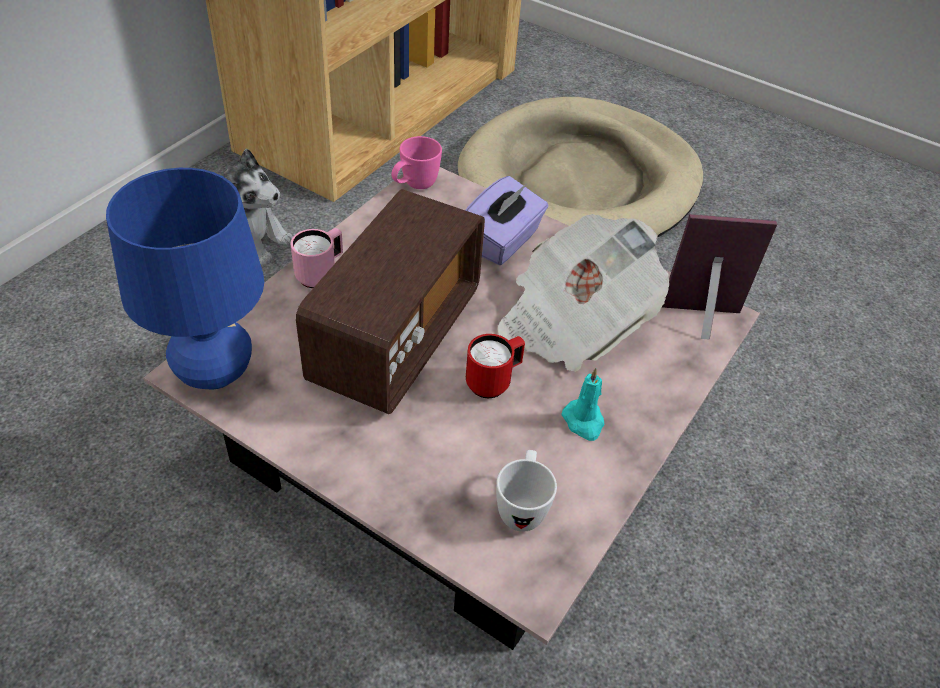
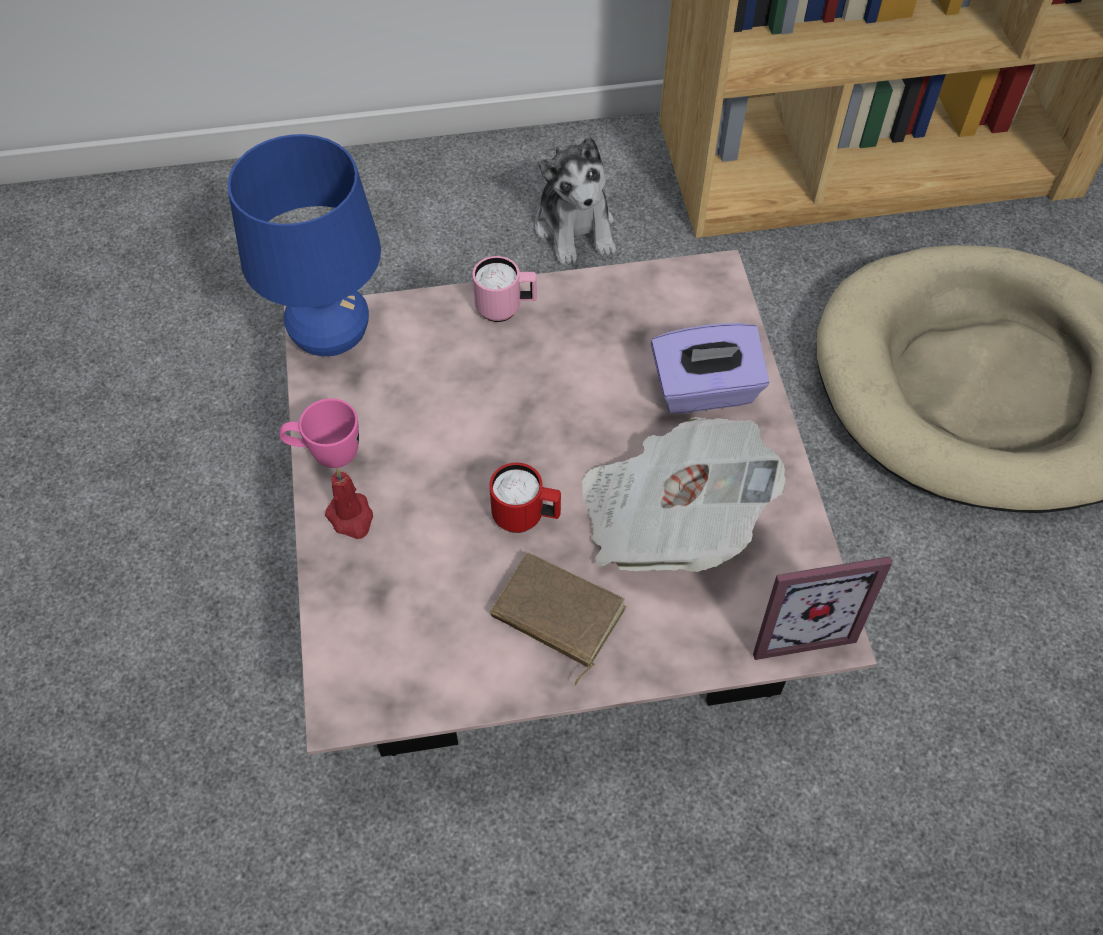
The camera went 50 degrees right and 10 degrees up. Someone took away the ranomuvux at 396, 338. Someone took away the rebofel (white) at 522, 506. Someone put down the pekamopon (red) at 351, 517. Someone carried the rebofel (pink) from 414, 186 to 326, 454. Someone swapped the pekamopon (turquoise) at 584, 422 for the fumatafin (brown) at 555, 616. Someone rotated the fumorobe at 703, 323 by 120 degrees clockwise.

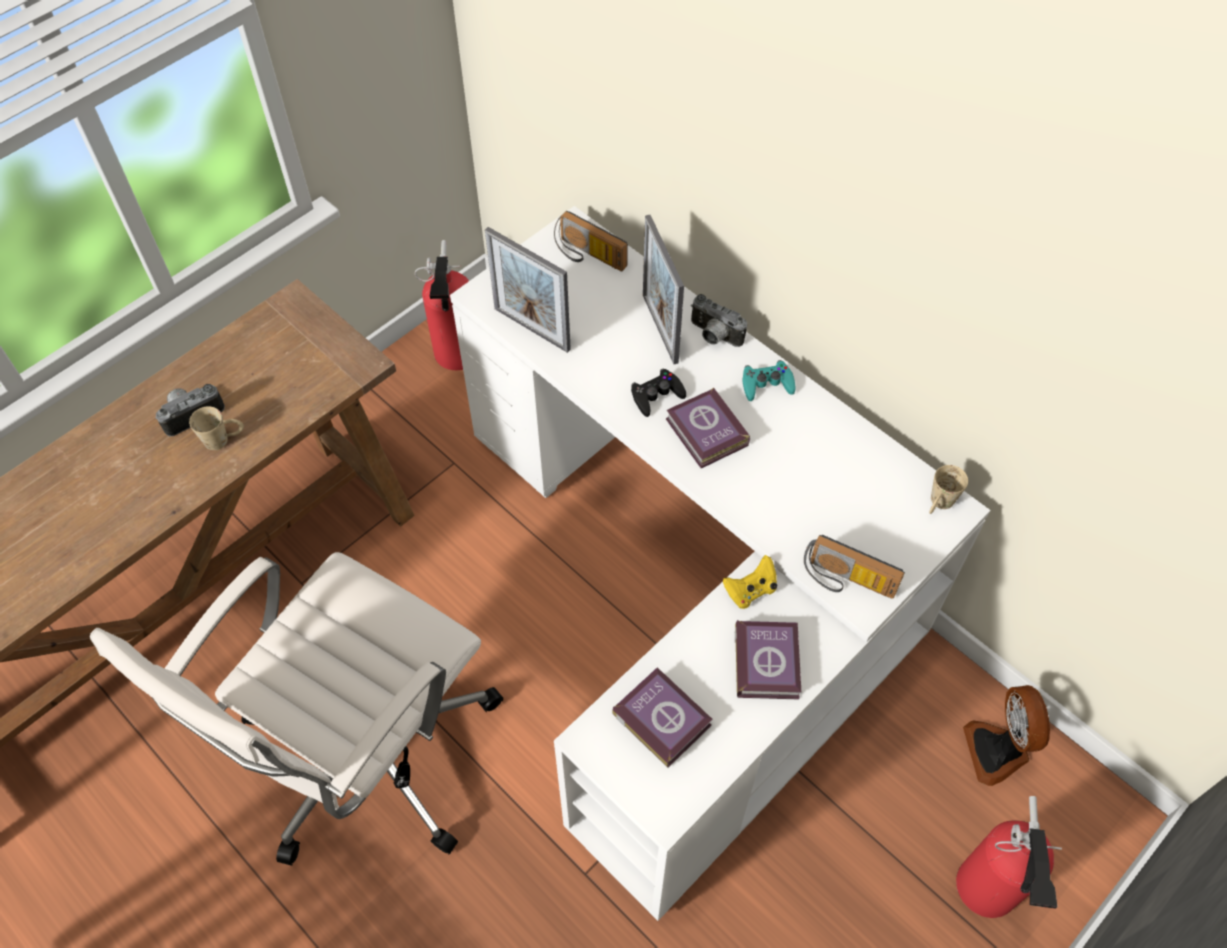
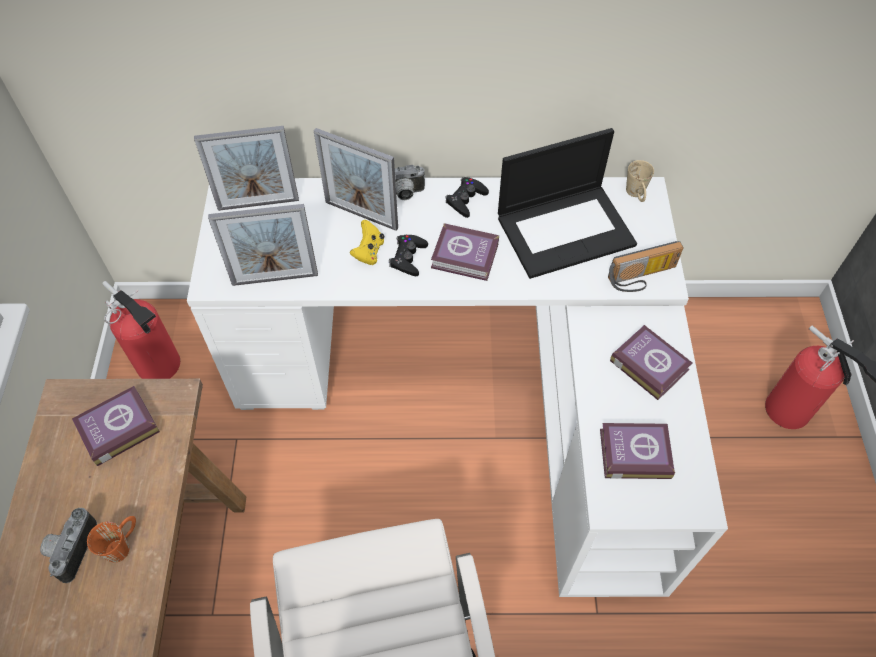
The camera went 45 degrees left and 0 degrees up. Someone took away the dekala at 998, 751. Someone put down the fumatafin at 116, 428. Someone put down the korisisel at 566, 229. Someone carried the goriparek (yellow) from 750, 591 to 369, 252. Someone swapped the ranomuvux at 587, 256 for the fumorobe at 258, 204. Someone repainted the rebofel (beige) at 224, 439, which became the rebofel (orange) at 123, 543. Someone repainted the goriparek (turquoise) at 766, 384, which became the goriparek (black) at 466, 200.

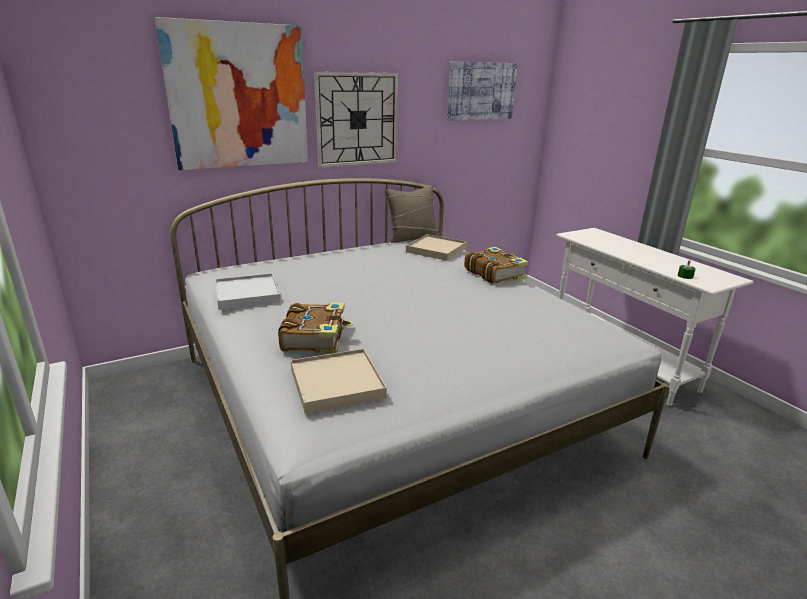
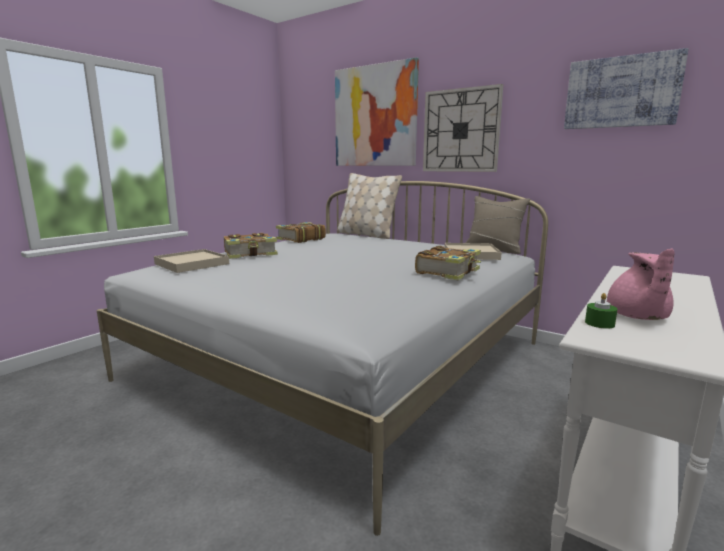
The camera went 65 degrees right and 10 degrees down. Someone put down the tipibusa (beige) at 366, 235. Someone put down the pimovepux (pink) at 637, 317. Someone swapped the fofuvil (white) at 247, 294 for the fumatafin at 300, 239.

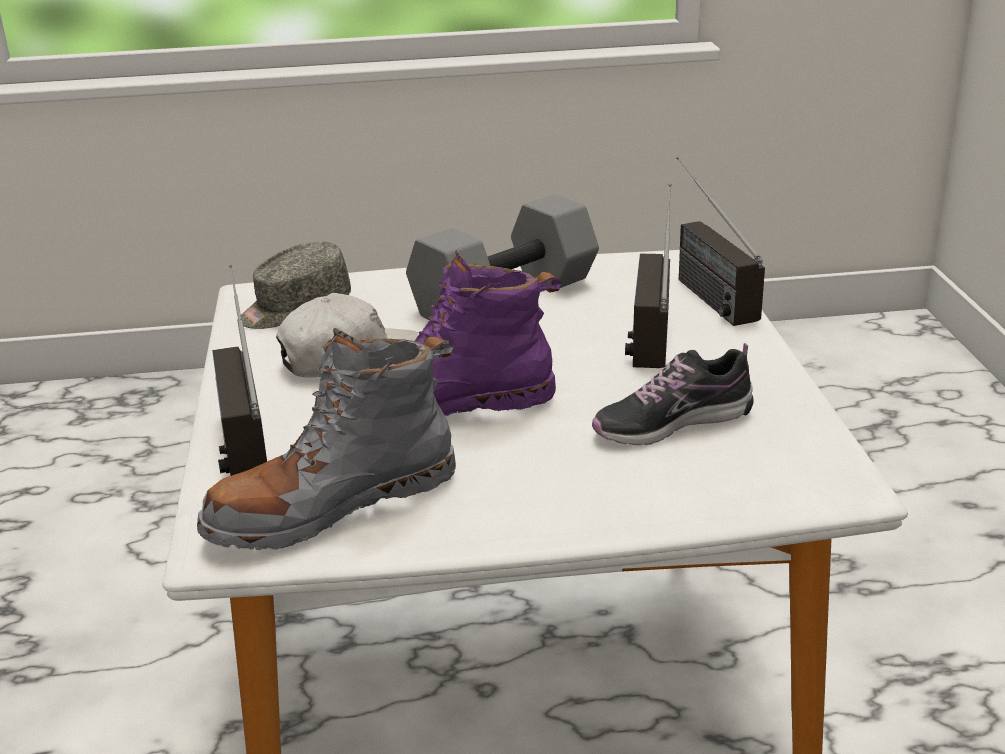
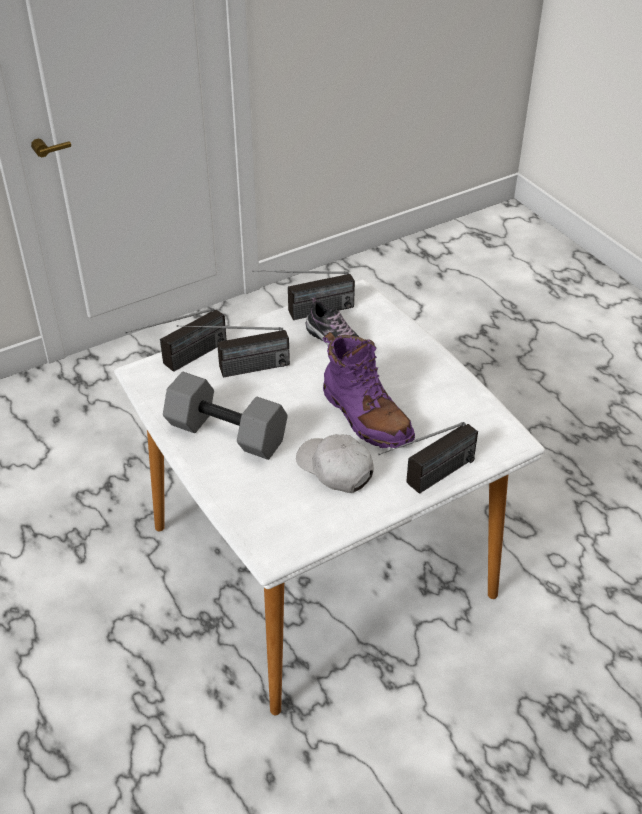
The camera went 115 degrees left and 15 degrees up. Someone took away the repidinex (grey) at 333, 506. Someone took away the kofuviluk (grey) at 294, 309. Someone put down the ranomuvux at 305, 313.

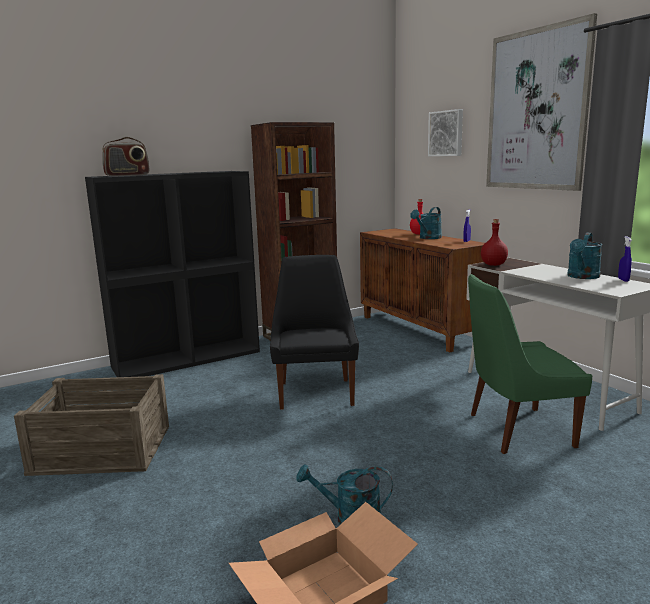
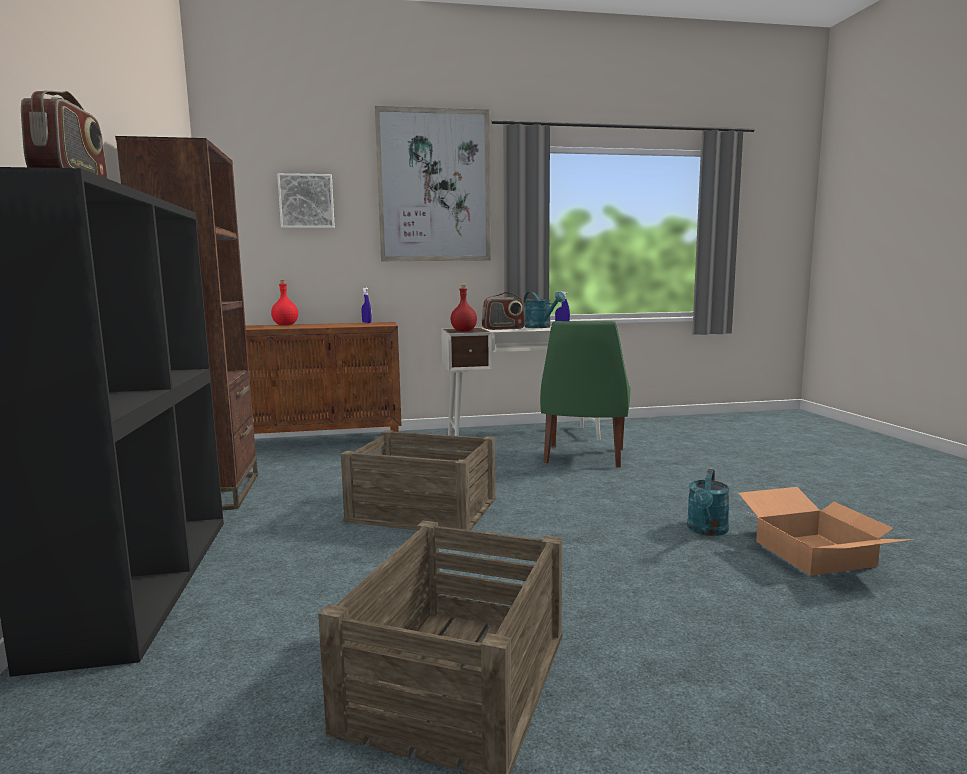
The camera went 70 degrees left and 5 degrees down. Someone took away the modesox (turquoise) at 428, 238. Someone put down the ranomuvux at 503, 329. Someone swapped the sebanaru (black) at 315, 392 for the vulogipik at 422, 509.

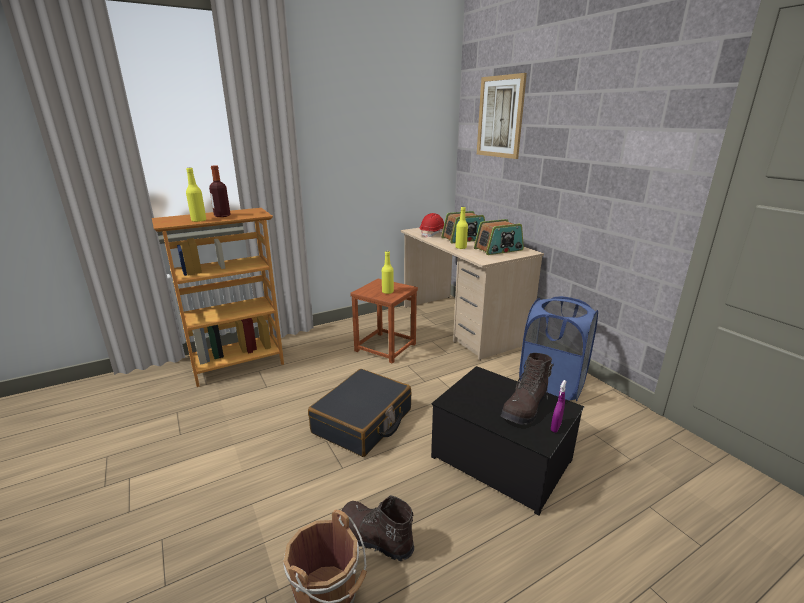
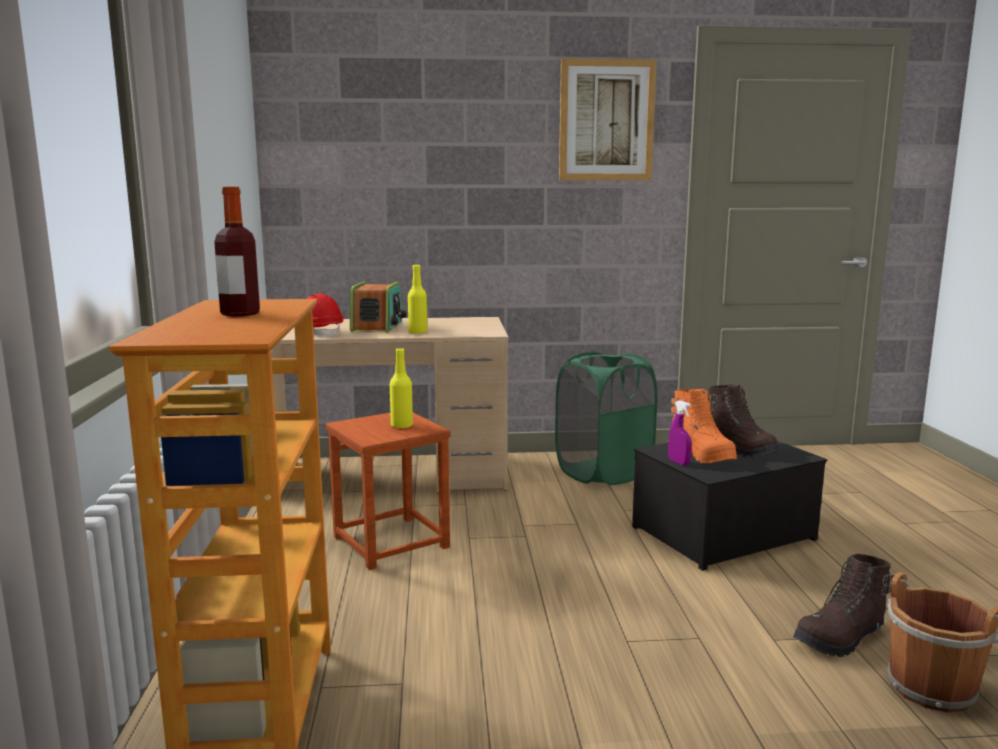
The camera went 65 degrees left and 10 degrees down. Someone took away the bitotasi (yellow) at 199, 220. Someone took away the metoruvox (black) at 363, 422. Someone took away the ranomuvux at 498, 249. Someone put down the repidinex (orange) at 702, 453. Someone carried the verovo from 500, 117 to 606, 120. Someone carried the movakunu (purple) from 555, 427 to 678, 463. Someone repainted the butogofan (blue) at 551, 386, which became the butogofan (green) at 603, 472.

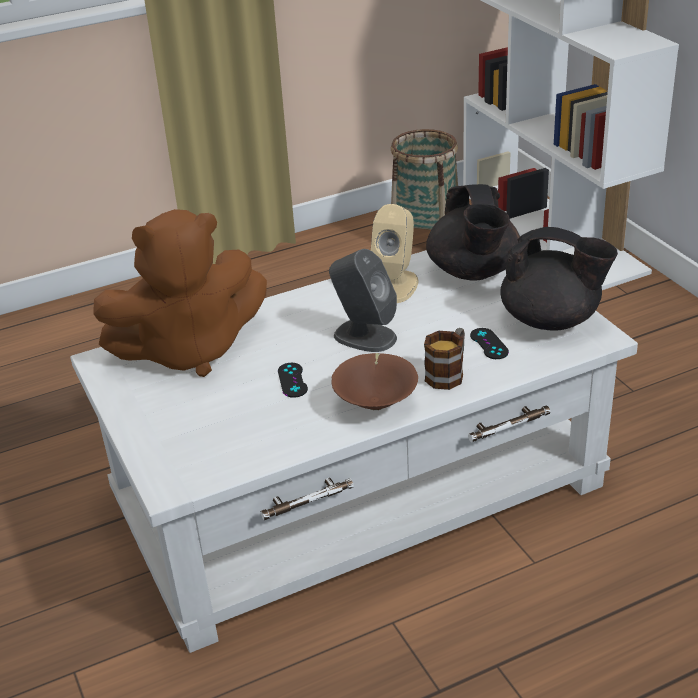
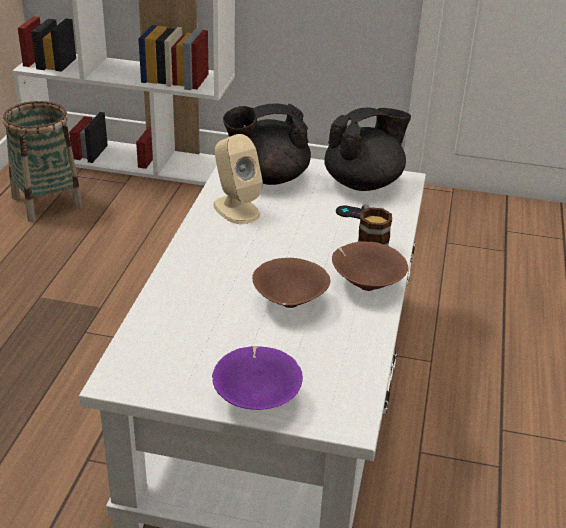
The camera went 55 degrees left and 0 degrees up. Someone took away the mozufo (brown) at 189, 350. Someone took away the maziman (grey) at 364, 336. Someone put down the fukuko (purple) at 257, 399. Someone swapped the goriparek (black) at 292, 380 for the fukuko (brown) at 289, 304. Someone rotated the pimovepux (black) at 474, 272 by 135 degrees clockwise.

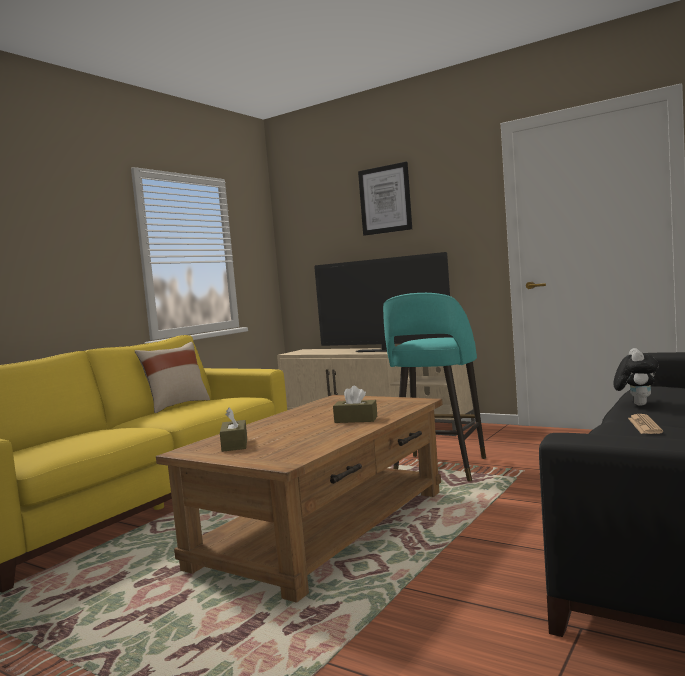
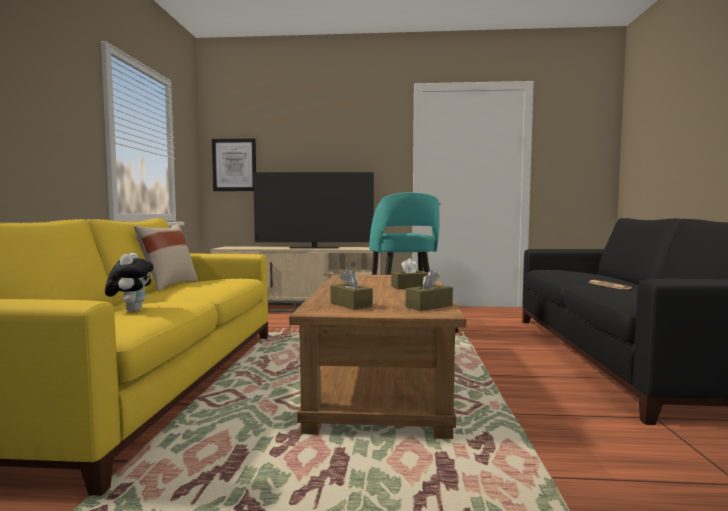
The camera went 30 degrees left and 0 degrees up. Someone put down the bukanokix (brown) at 429, 306. Someone carried the verovo from 385, 199 to 234, 165. Someone carried the mozufo from 636, 404 to 131, 310.

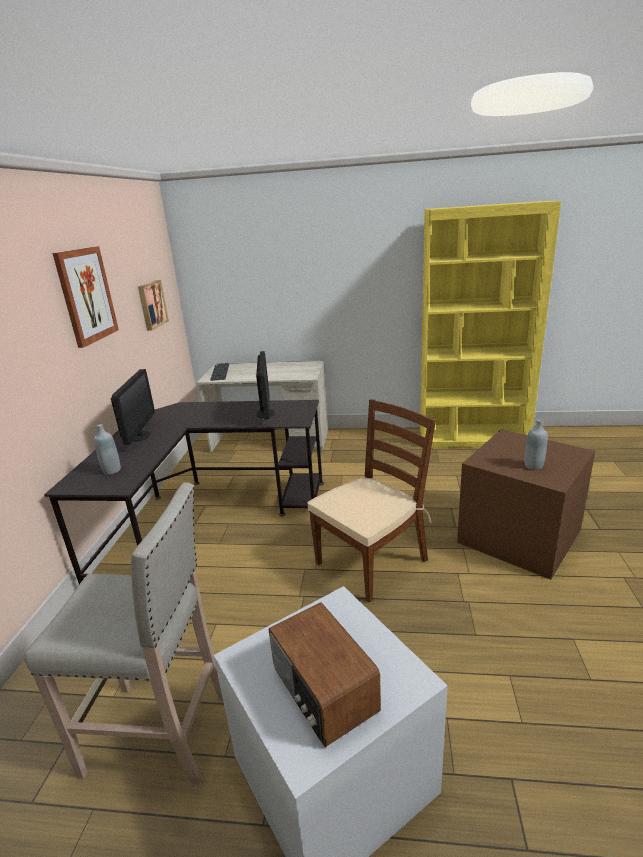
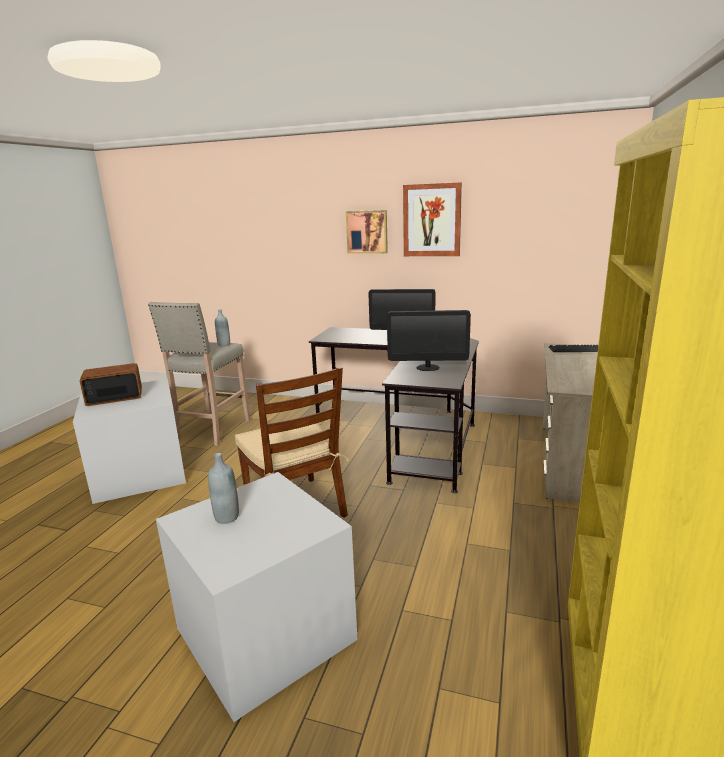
The camera went 100 degrees right and 5 degrees down. Someone carried the bitotasi (grey) from 112, 470 to 224, 344. Someone carried the verovo from 151, 304 to 367, 232. Someone repainted the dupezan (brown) at 521, 536, which became the dupezan (grey) at 264, 636.

